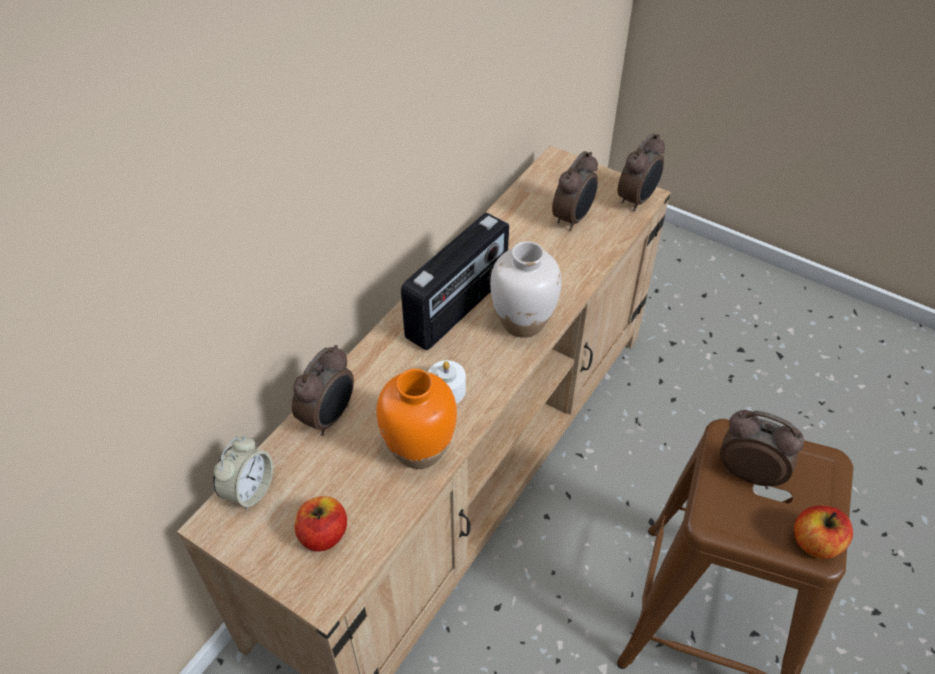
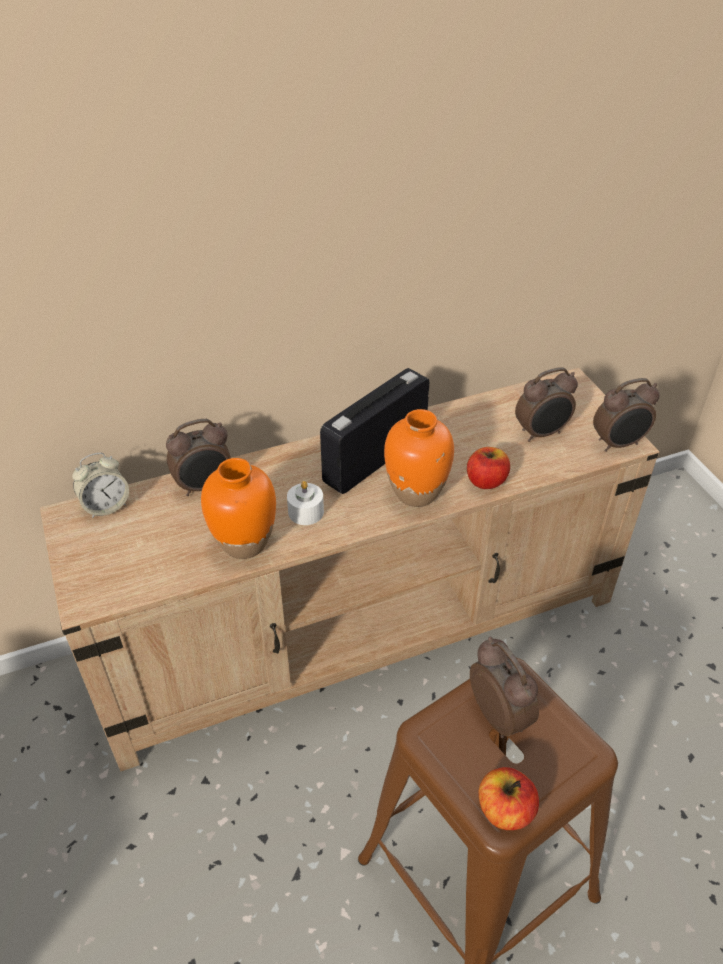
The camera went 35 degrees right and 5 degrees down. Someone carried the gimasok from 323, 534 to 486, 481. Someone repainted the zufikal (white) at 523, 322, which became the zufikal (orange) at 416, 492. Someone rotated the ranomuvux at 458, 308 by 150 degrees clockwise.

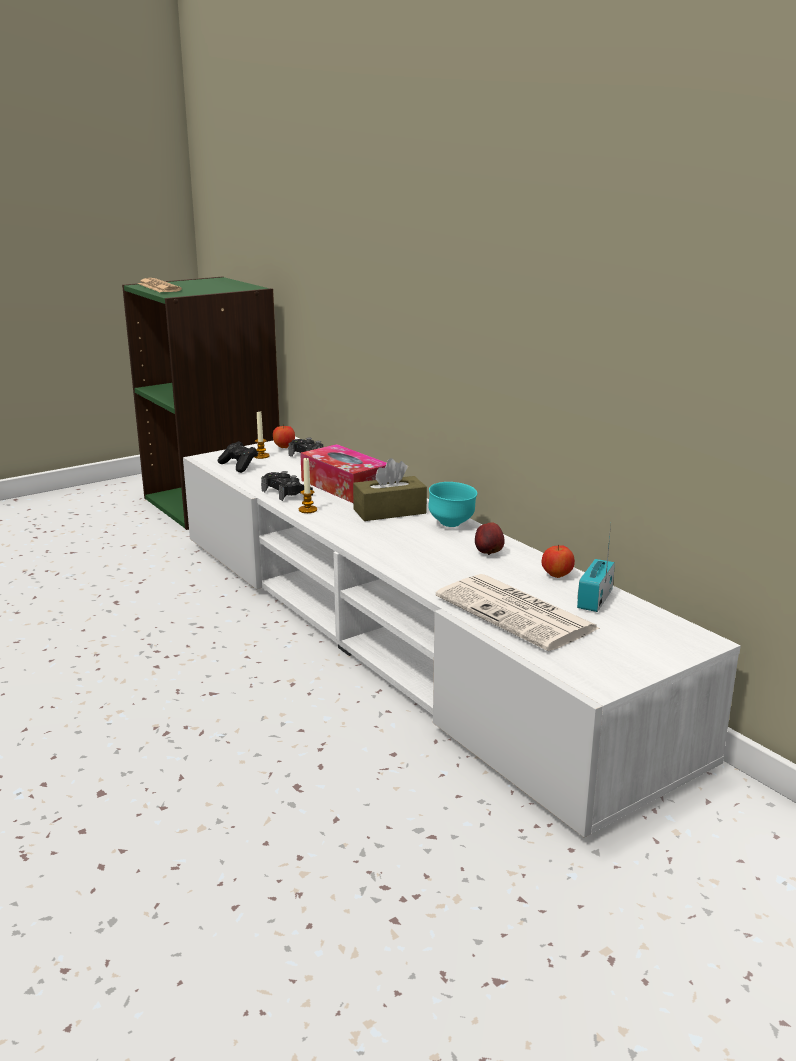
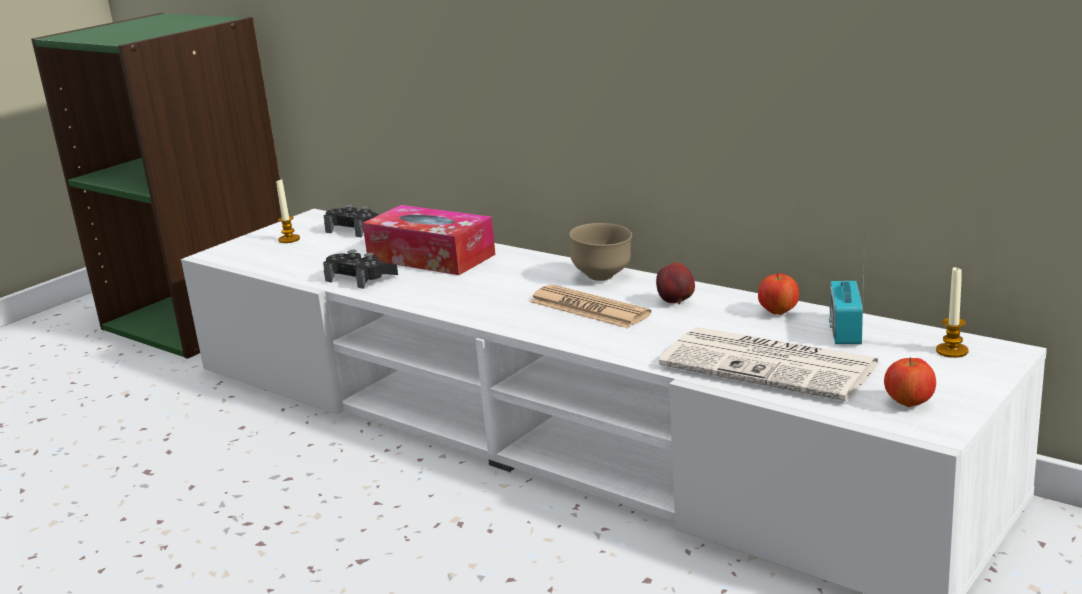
The camera went 15 degrees left and 0 degrees up. Someone took away the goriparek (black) at 239, 466. Someone took away the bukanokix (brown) at 389, 511. Someone carried the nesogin from 159, 287 to 588, 308. Someone carried the gimasok from 284, 447 to 909, 404. Someone carried the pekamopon from 308, 510 to 952, 351. Someone repainted the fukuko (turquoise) at 452, 524, which became the fukuko (brown) at 603, 277.

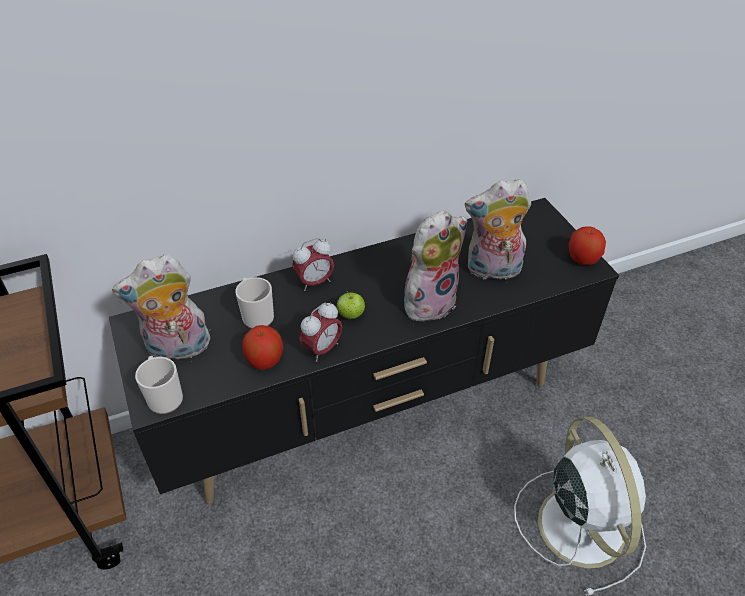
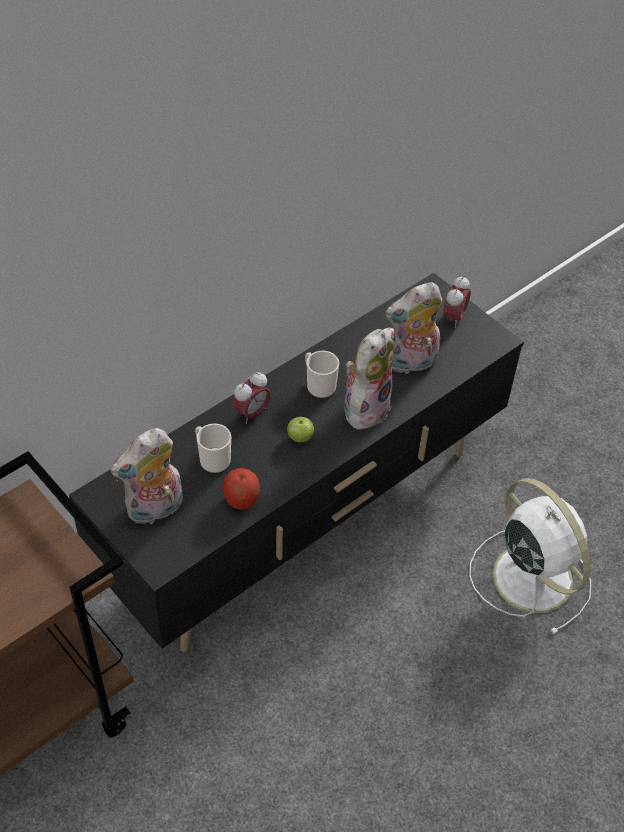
The camera went 20 degrees left and 5 degrees up. Someone took away the gimasok at 582, 259. Someone carried the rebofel from 164, 396 to 319, 385. Someone carried the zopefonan from 322, 349 to 454, 317.

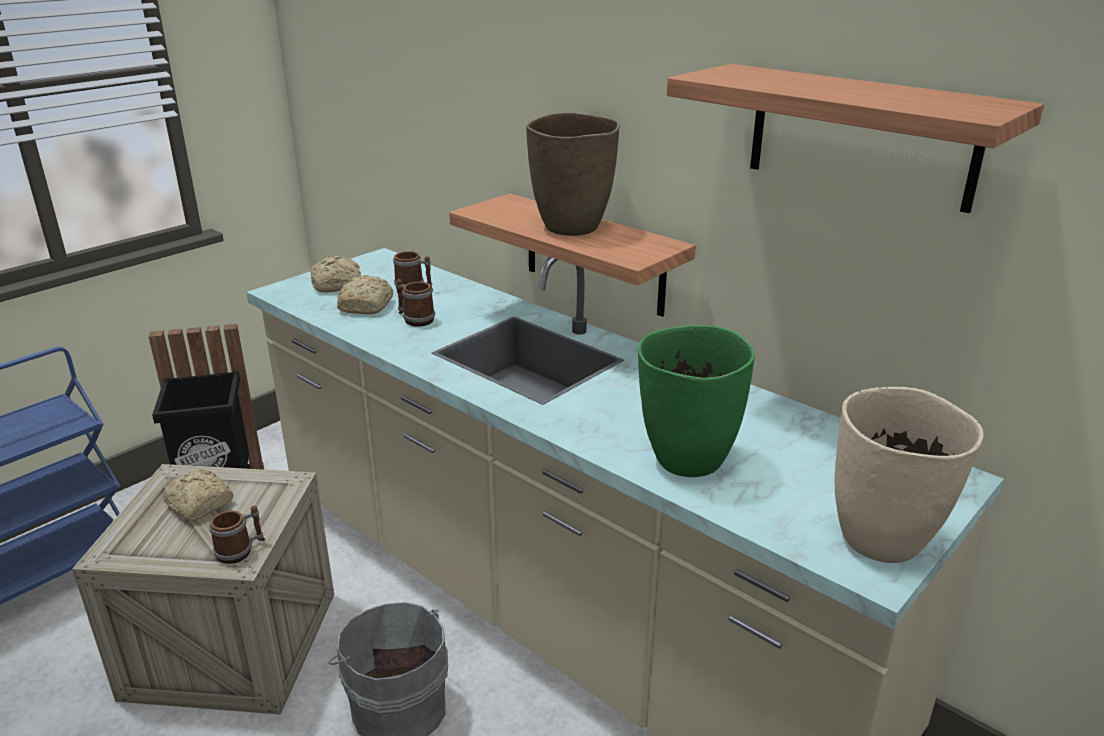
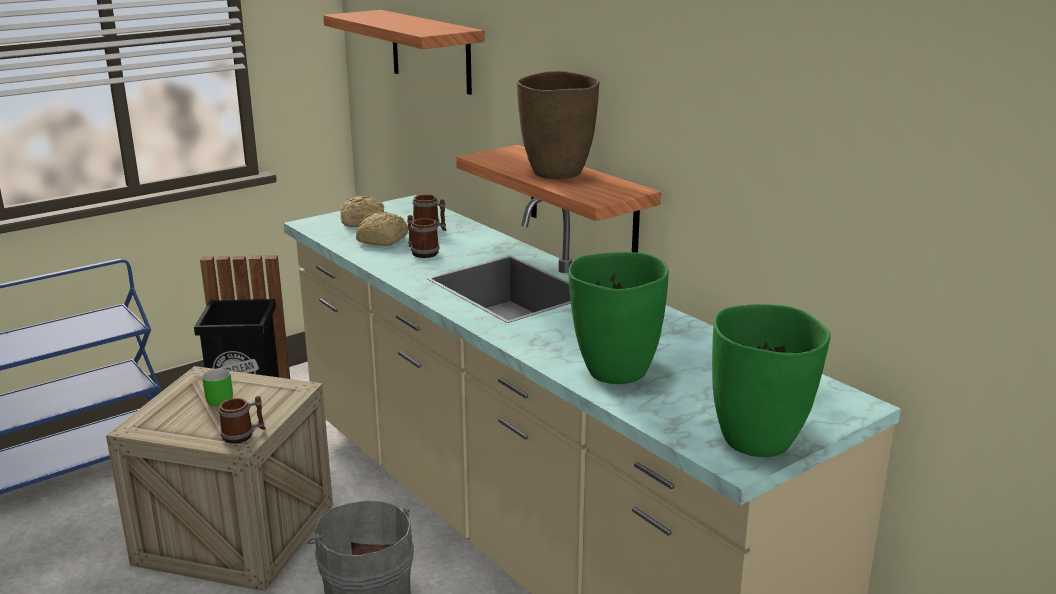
The camera went 10 degrees right and 5 degrees down. Someone carried the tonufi from 861, 136 to 430, 51. Someone swapped the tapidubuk at 199, 505 for the rebofel (green) at 217, 399. Someone repainted the zufikal (beige) at 883, 541, which became the zufikal (green) at 759, 441.

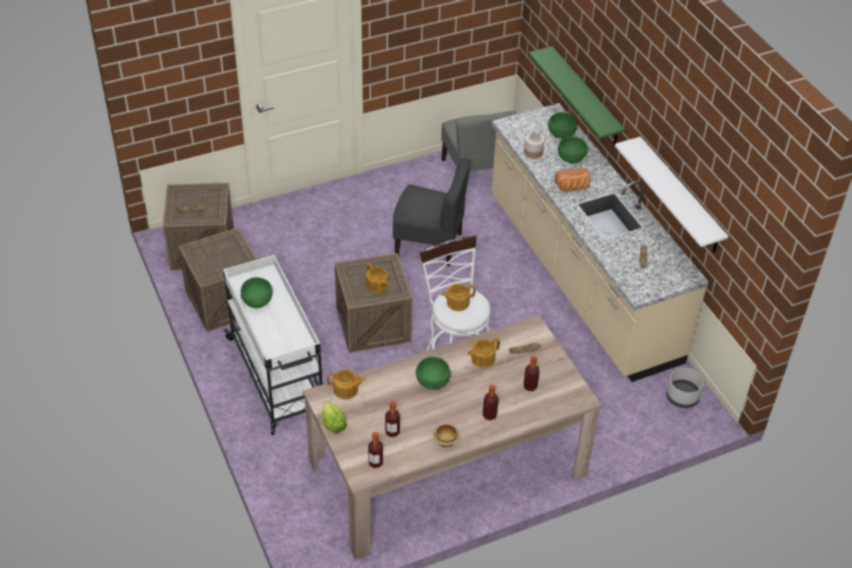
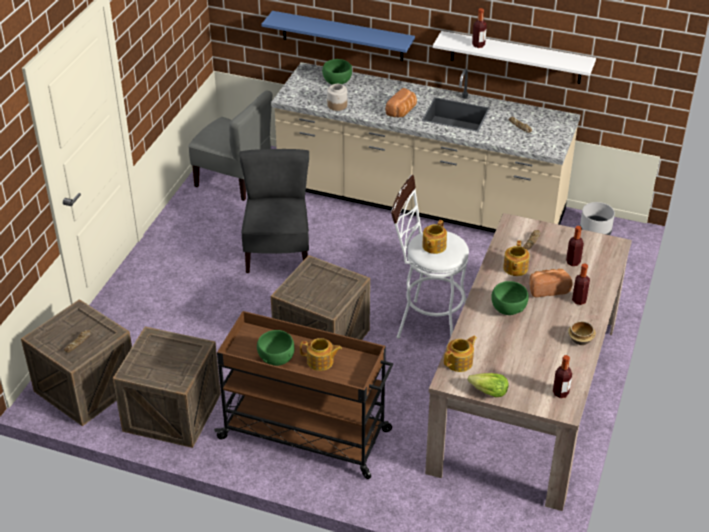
The camera went 45 degrees left and 5 degrees down. Someone took away the fukuko (green) at 571, 158. Someone put down the tapidubuk at 548, 289. Someone carried the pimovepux from 377, 286 to 321, 361. Someone carried the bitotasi from 392, 432 to 478, 45. Someone repainted the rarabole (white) at 277, 377, which became the rarabole (brown) at 307, 435. Someone repainted the tonufi (green) at 585, 98, which became the tonufi (blue) at 342, 36. Someone rotated the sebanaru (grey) at 429, 245 by 60 degrees counterclockwise.

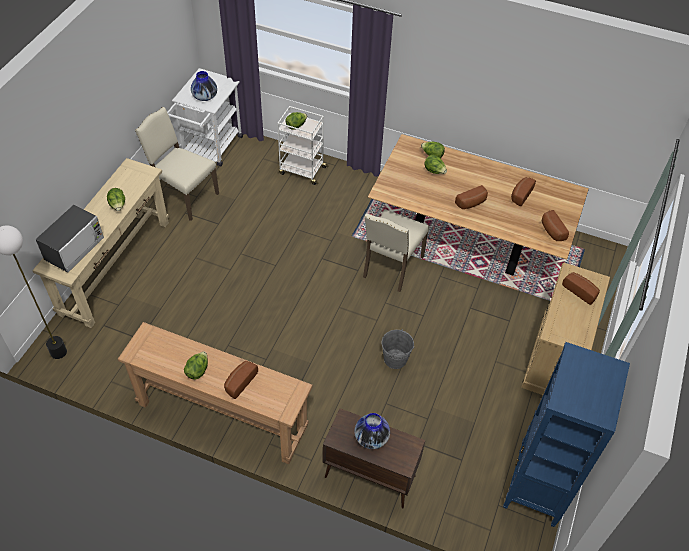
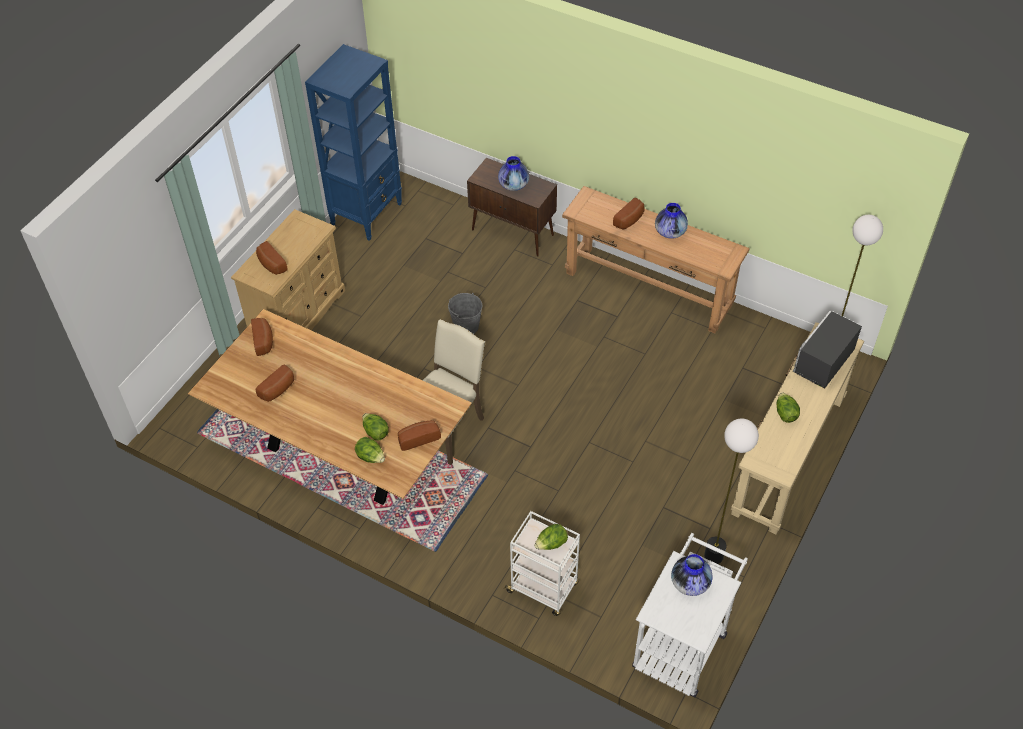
The camera went 170 degrees left and 0 degrees up. Someone carried the tapidubuk from 472, 203 to 418, 438. Someone swapped the sebanaru (beige) at 184, 196 for the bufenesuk at 714, 556. Someone swapped the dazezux at 197, 370 for the zufikal at 670, 232.

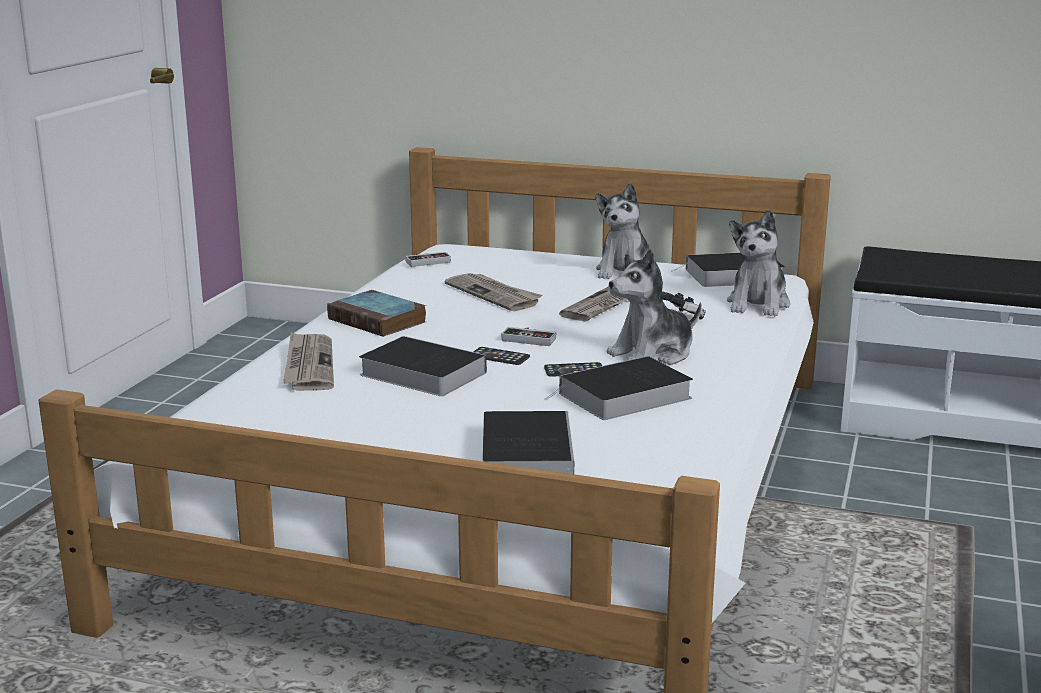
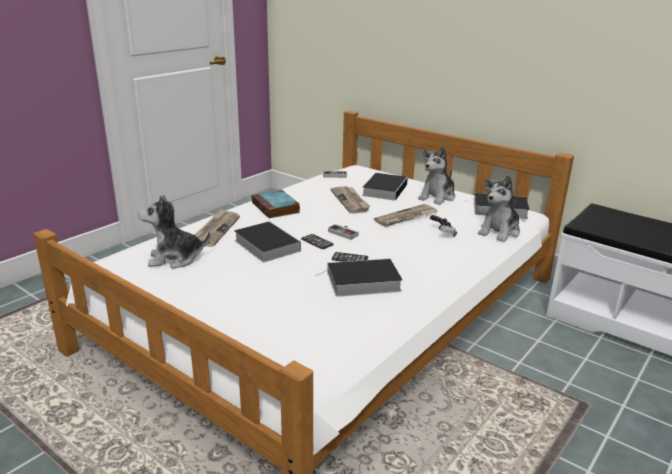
The camera went 20 degrees right and 5 degrees up. Someone carried the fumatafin from 526, 453 to 385, 189. Someone carried the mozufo from 652, 354 to 175, 259.

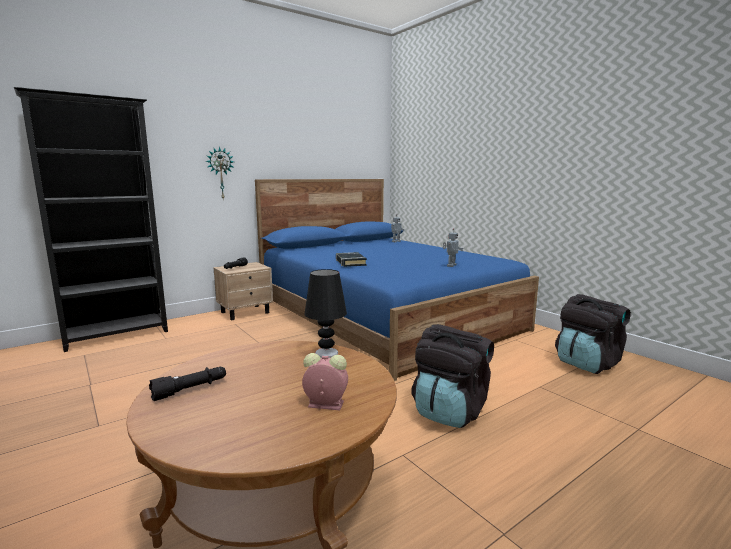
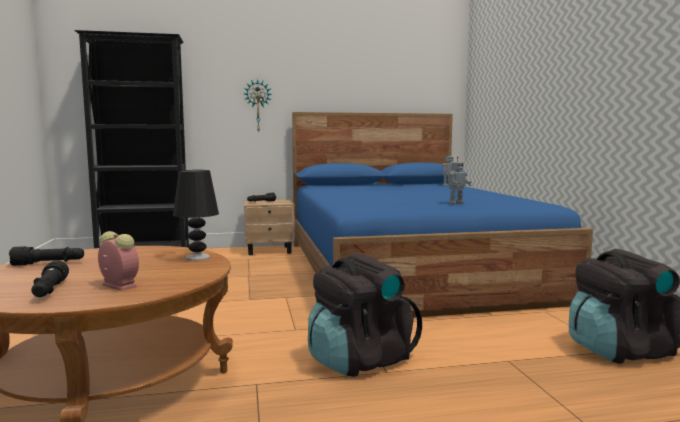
The camera went 25 degrees right and 5 degrees down. Someone took away the fumatafin (black) at 350, 262. Someone put down the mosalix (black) at 49, 291.

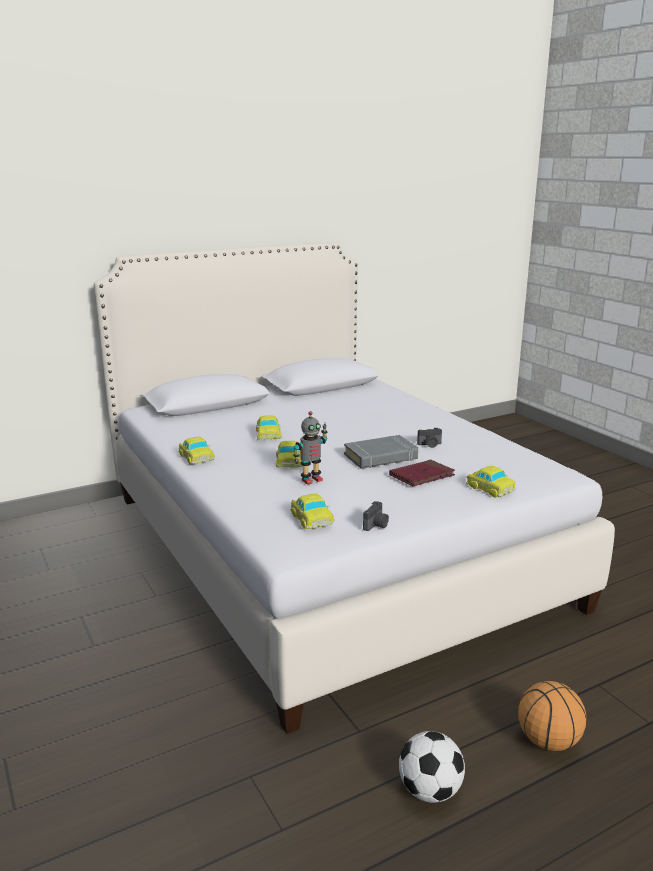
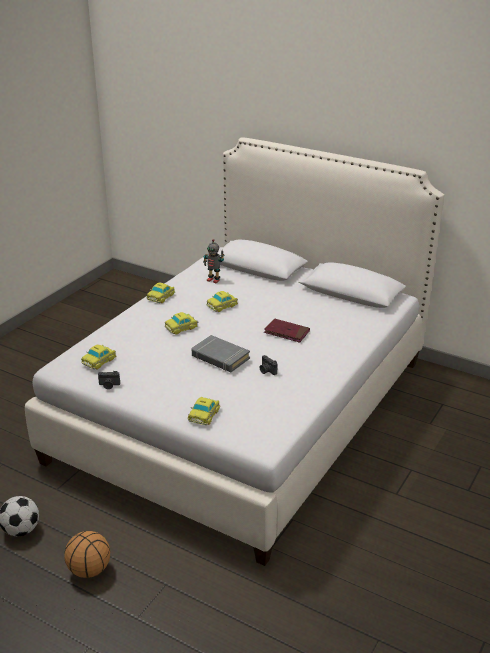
The camera went 60 degrees right and 10 degrees up. Someone carried the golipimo from 311, 480 to 213, 280. Someone carried the fumatafin (red) from 421, 476 to 286, 332.

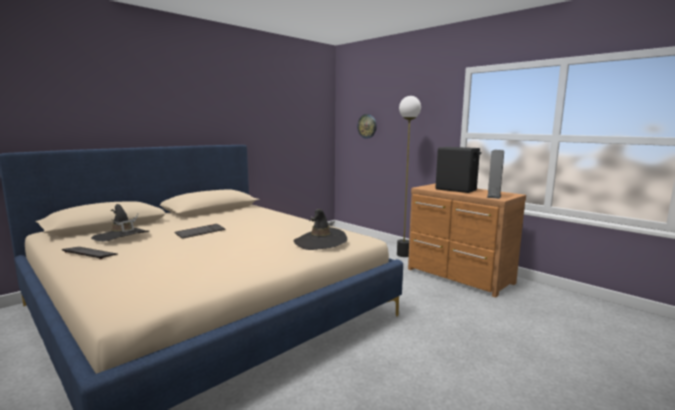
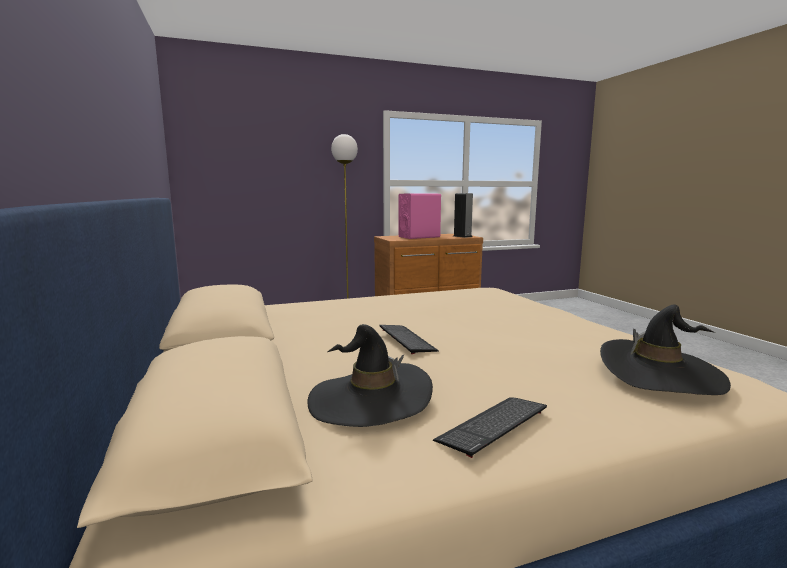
The camera went 65 degrees left and 0 degrees up. Someone took away the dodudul at 367, 126. Someone carried the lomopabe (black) from 320, 242 to 660, 373. Someone repainted the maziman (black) at 456, 189, which became the maziman (pink) at 419, 237.

